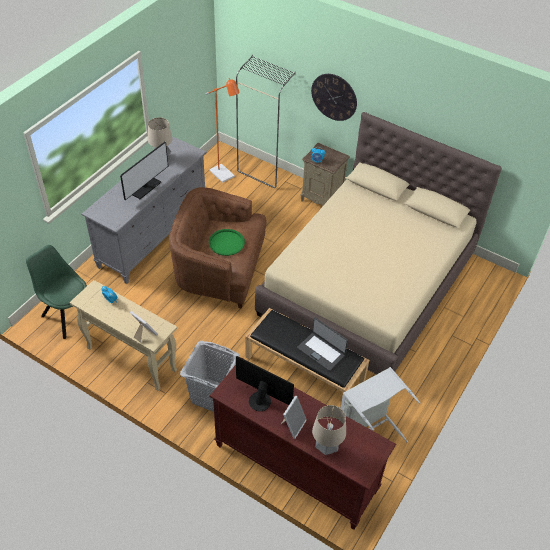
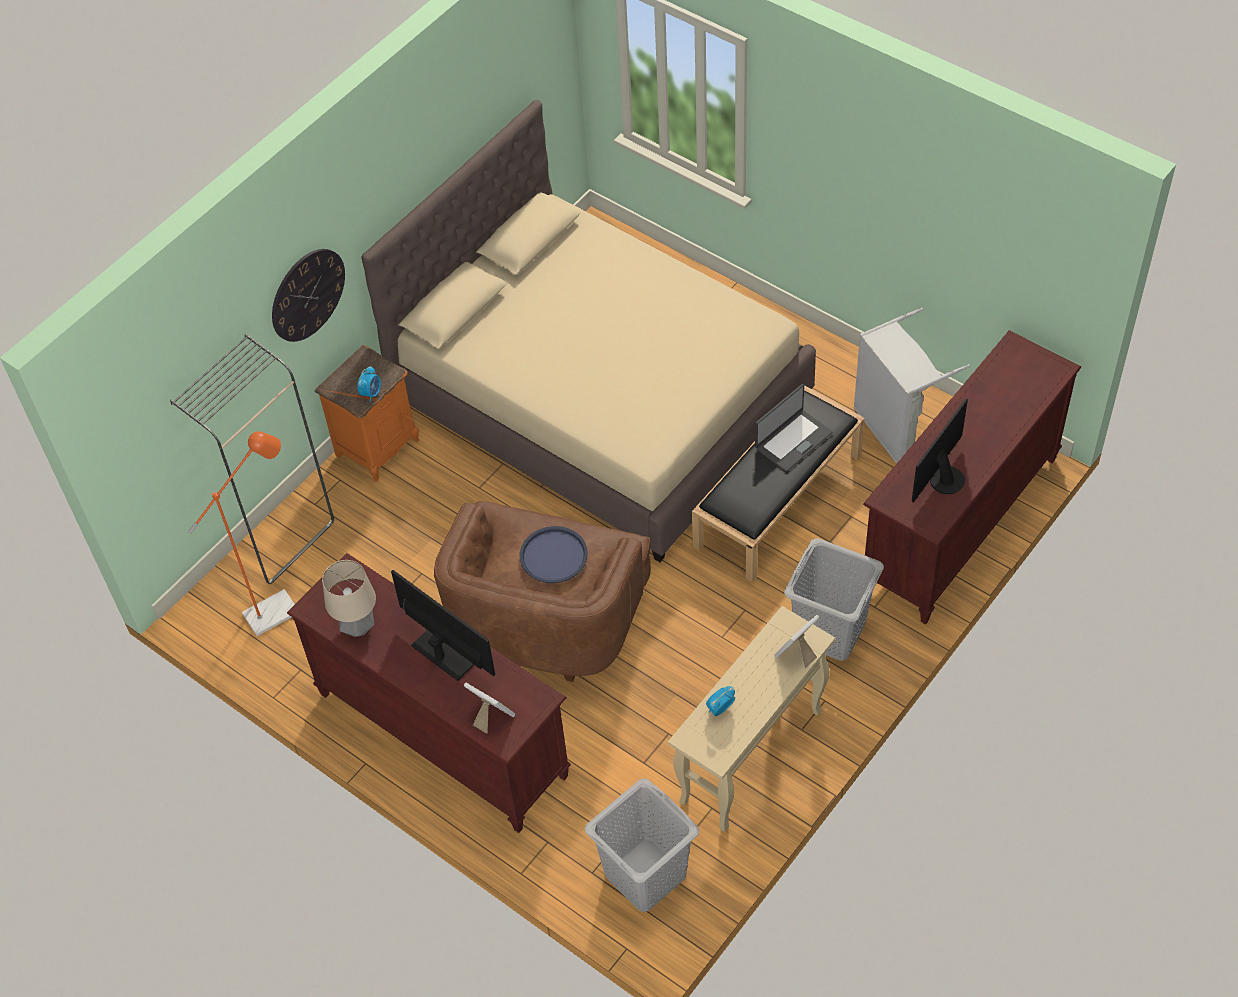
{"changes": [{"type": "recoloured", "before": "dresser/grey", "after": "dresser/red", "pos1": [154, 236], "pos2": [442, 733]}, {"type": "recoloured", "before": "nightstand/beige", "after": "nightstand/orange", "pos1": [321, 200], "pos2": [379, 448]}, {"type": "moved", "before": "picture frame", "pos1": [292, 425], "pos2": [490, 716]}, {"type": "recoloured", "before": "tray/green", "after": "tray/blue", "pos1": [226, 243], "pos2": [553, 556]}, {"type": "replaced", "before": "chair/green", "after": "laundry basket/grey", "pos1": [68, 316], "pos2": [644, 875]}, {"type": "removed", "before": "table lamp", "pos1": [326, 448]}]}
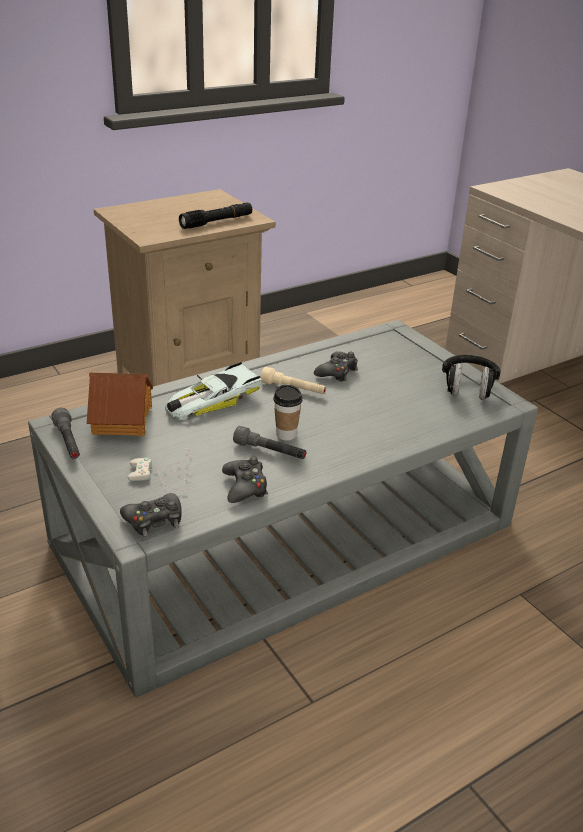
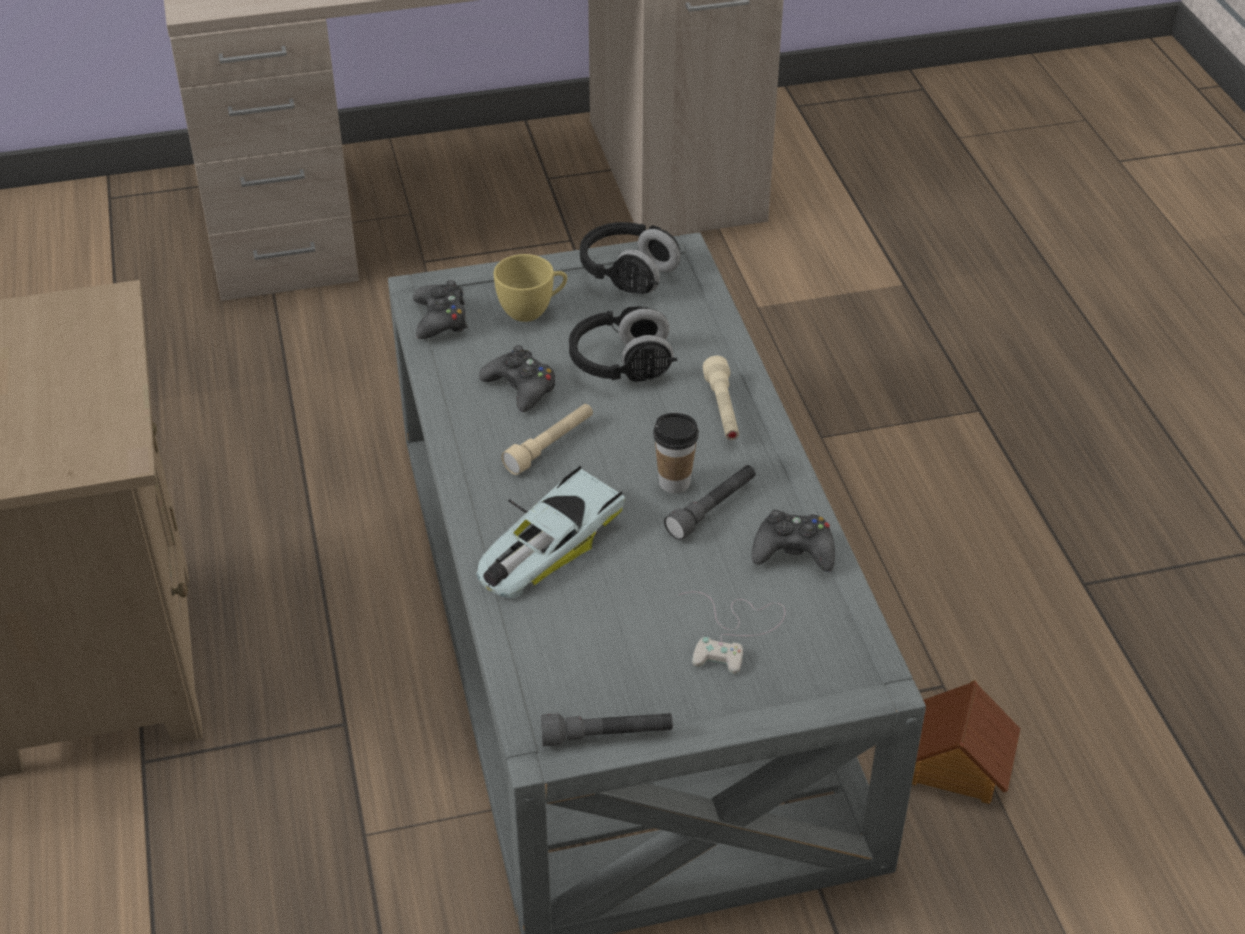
{"changes": [{"type": "moved", "before": "game controller/black", "pos1": [154, 520], "pos2": [441, 319]}, {"type": "turned", "before": "toy car", "pos1": [210, 399], "pos2": [545, 543], "turn": 60}, {"type": "added", "after": "cup/yellow", "pos2": [532, 310]}, {"type": "added", "after": "headphones/black", "pos2": [621, 365]}, {"type": "added", "after": "flashlight/beige", "pos2": [723, 409]}, {"type": "moved", "before": "toy house", "pos1": [121, 419], "pos2": [955, 764]}, {"type": "removed", "before": "flashlight/black", "pos1": [217, 222]}]}
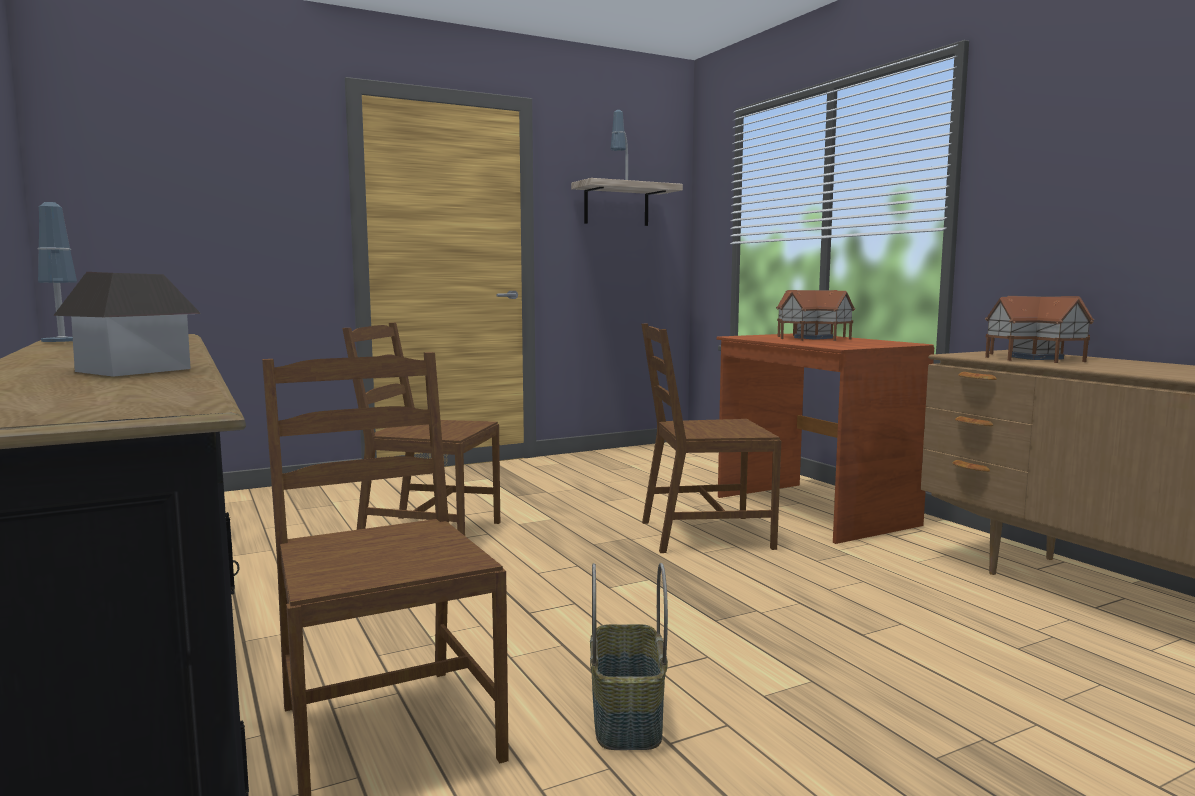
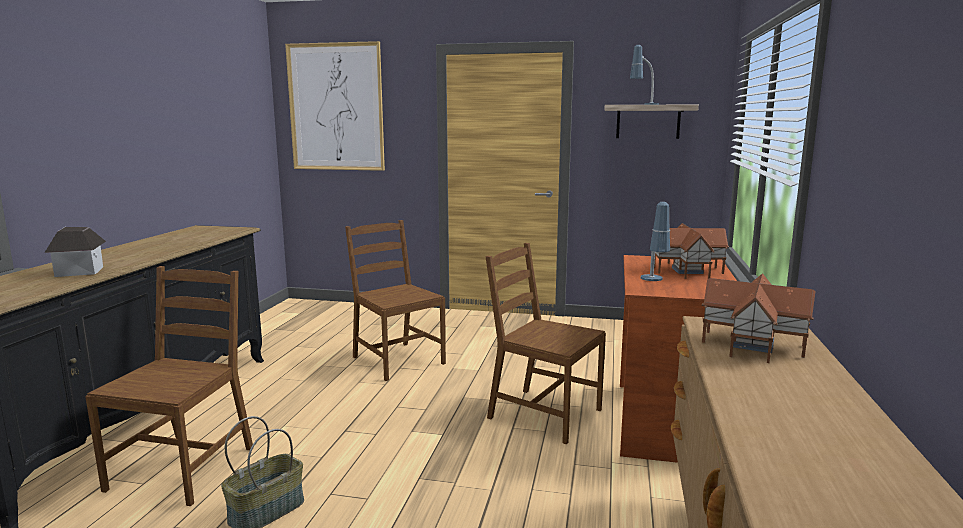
{"changes": [{"type": "added", "after": "picture", "pos2": [336, 107]}, {"type": "moved", "before": "table lamp", "pos1": [63, 342], "pos2": [654, 282]}]}
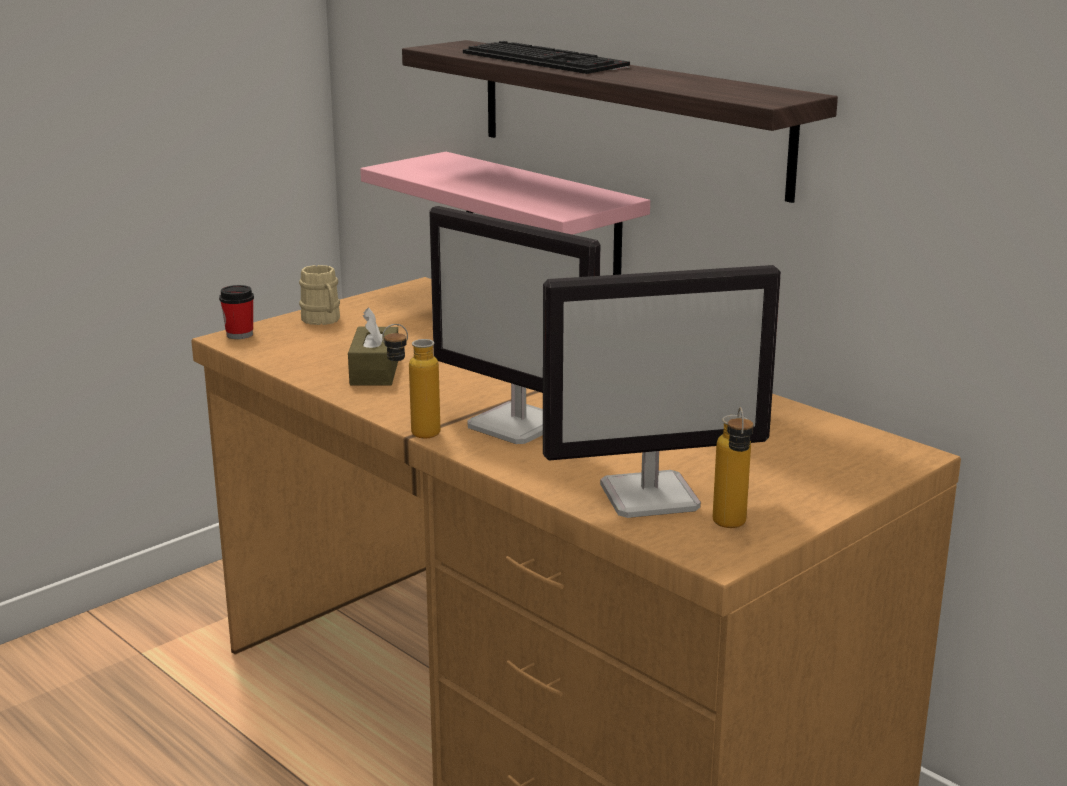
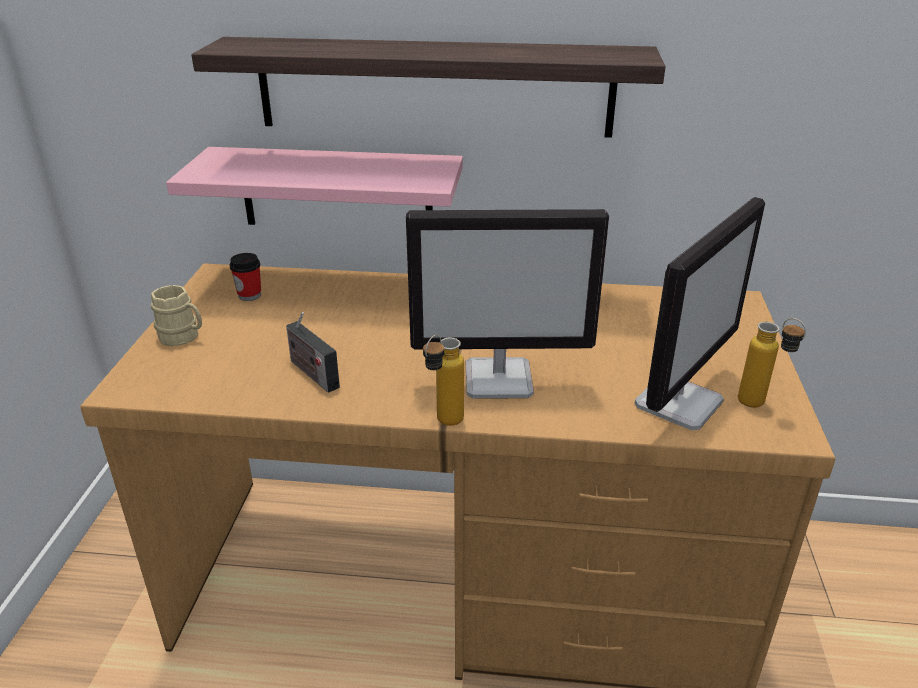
{"changes": [{"type": "moved", "before": "cup", "pos1": [239, 334], "pos2": [249, 295]}, {"type": "replaced", "before": "tissue box/brown", "after": "radio", "pos1": [375, 371], "pos2": [311, 373]}, {"type": "removed", "before": "keyboard", "pos1": [547, 60]}]}
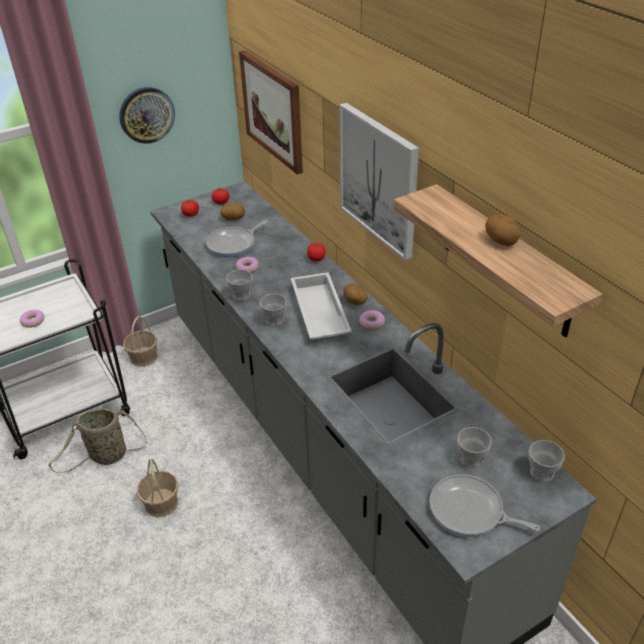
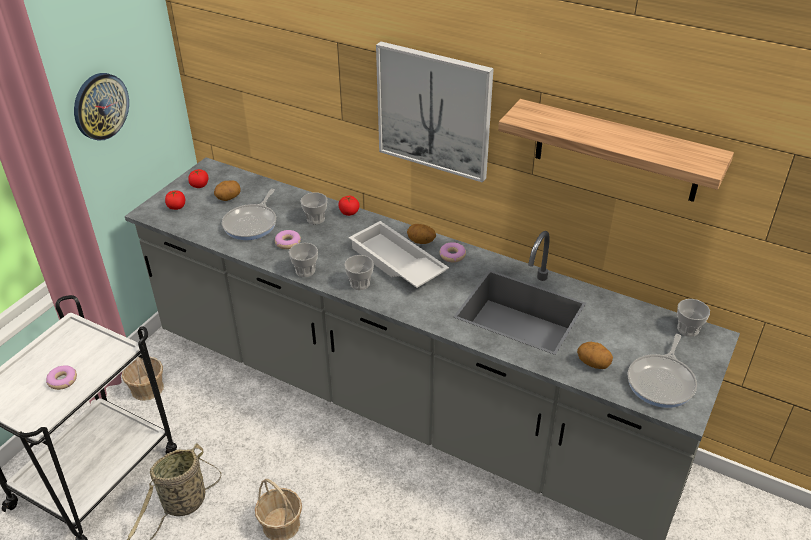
{"changes": [{"type": "moved", "before": "cup", "pos1": [471, 459], "pos2": [315, 219]}, {"type": "moved", "before": "potato", "pos1": [501, 241], "pos2": [593, 363]}, {"type": "turned", "before": "frying pan", "pos1": [469, 511], "pos2": [662, 382], "turn": -60}, {"type": "removed", "before": "picture", "pos1": [273, 110]}]}
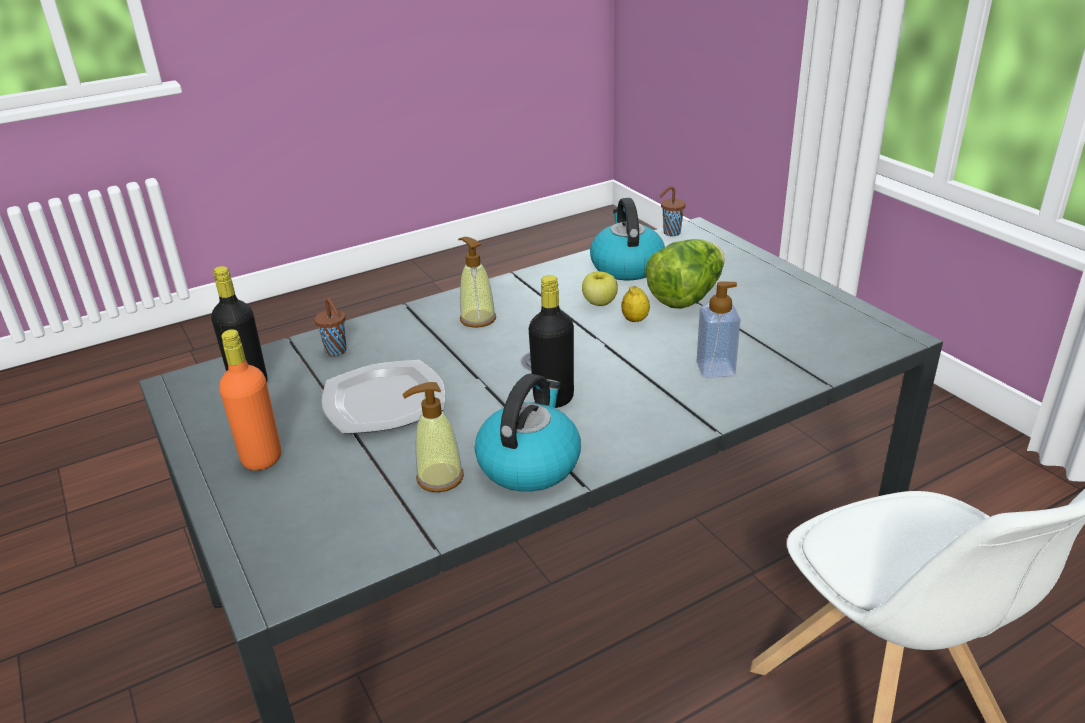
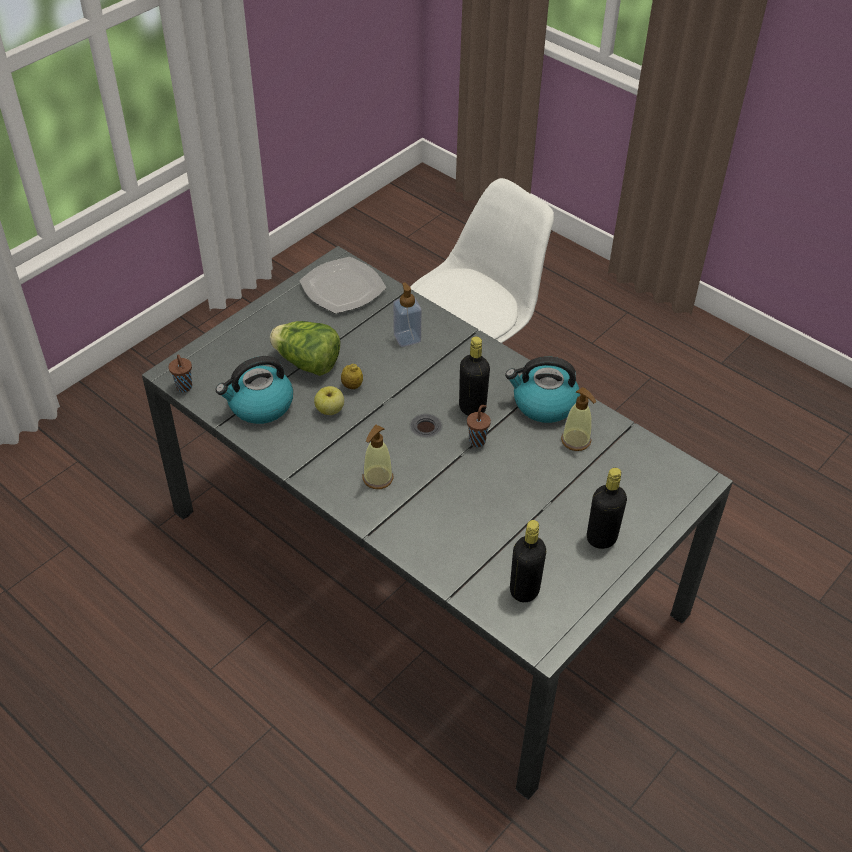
{"changes": [{"type": "moved", "before": "plate", "pos1": [386, 401], "pos2": [343, 287]}, {"type": "moved", "before": "cup/brown", "pos1": [337, 351], "pos2": [477, 440]}, {"type": "recoloured", "before": "bottle/orange", "after": "bottle/black", "pos1": [262, 458], "pos2": [601, 538]}]}
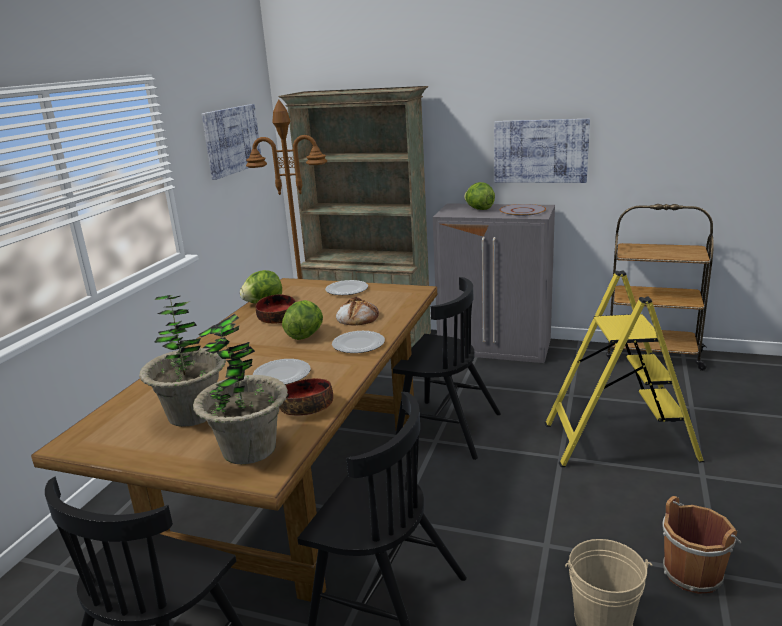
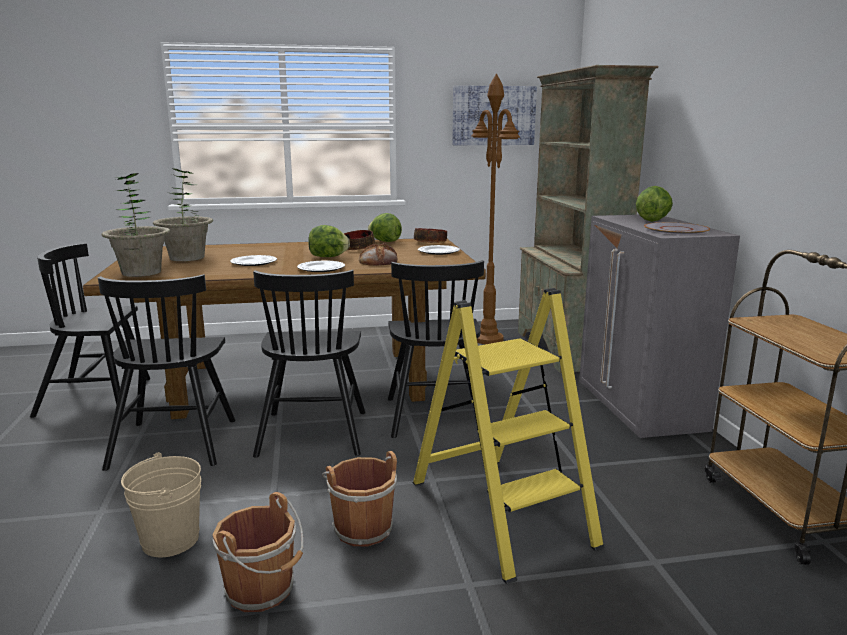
{"changes": [{"type": "added", "after": "chair/black", "pos2": [313, 429]}, {"type": "added", "after": "bucket/brown", "pos2": [361, 528]}, {"type": "moved", "before": "bowl", "pos1": [307, 407], "pos2": [430, 242]}, {"type": "removed", "before": "picture", "pos1": [540, 151]}]}
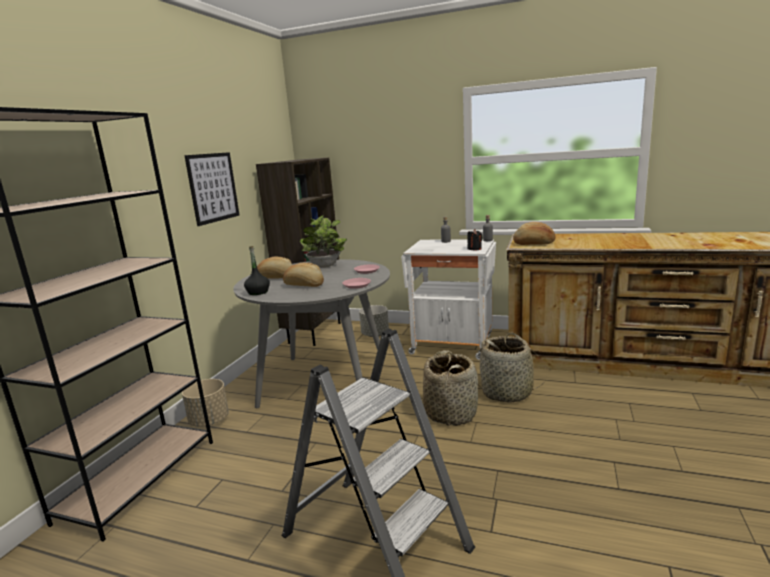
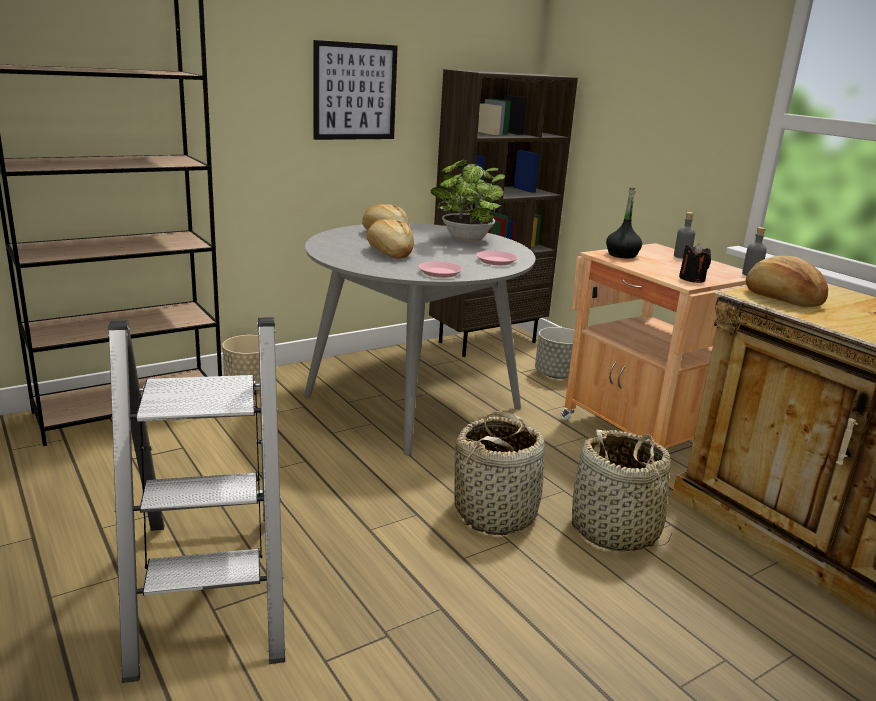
{"changes": [{"type": "recoloured", "before": "cart/white", "after": "cart/brown", "pos1": [453, 345], "pos2": [641, 435]}, {"type": "moved", "before": "bottle/black", "pos1": [258, 292], "pos2": [622, 255]}]}
